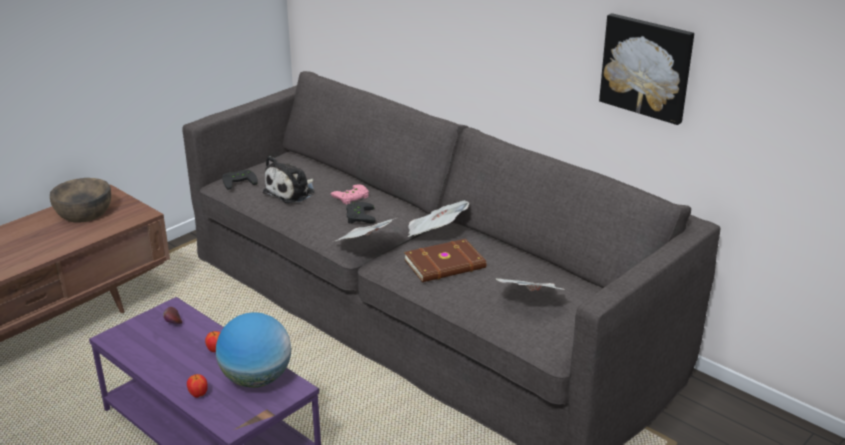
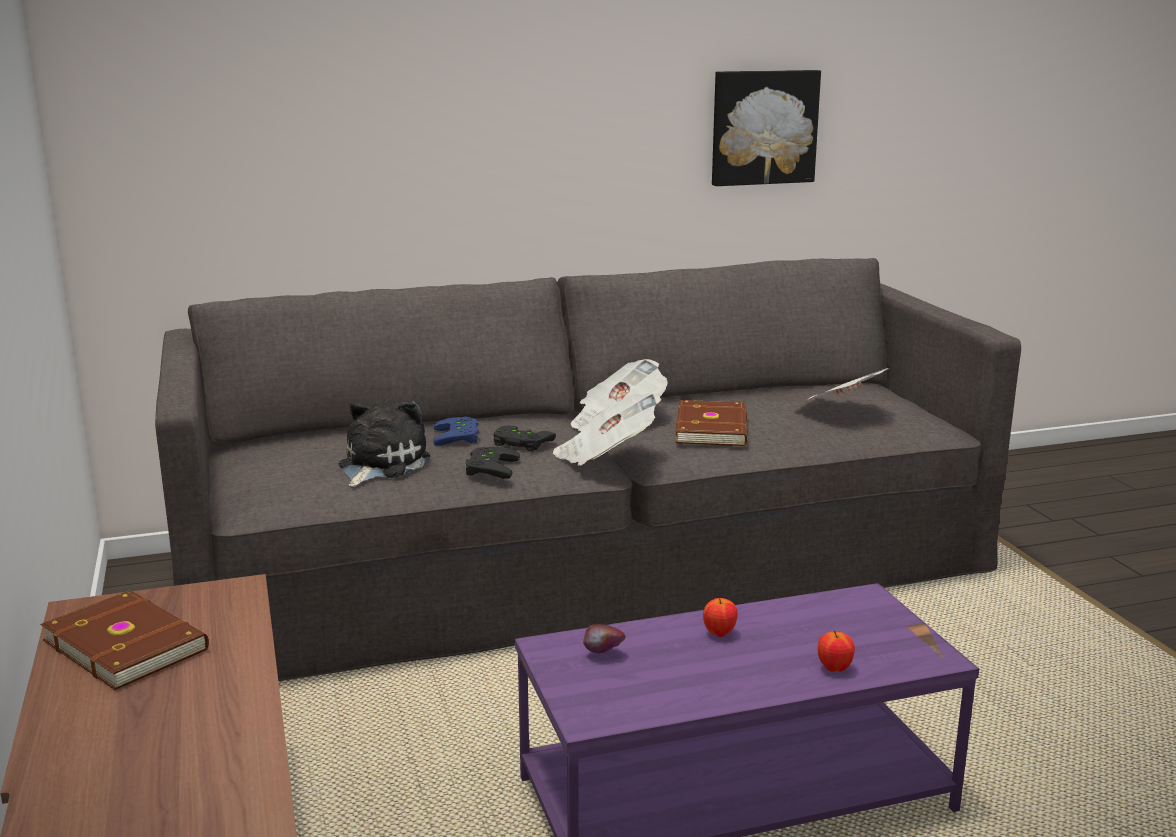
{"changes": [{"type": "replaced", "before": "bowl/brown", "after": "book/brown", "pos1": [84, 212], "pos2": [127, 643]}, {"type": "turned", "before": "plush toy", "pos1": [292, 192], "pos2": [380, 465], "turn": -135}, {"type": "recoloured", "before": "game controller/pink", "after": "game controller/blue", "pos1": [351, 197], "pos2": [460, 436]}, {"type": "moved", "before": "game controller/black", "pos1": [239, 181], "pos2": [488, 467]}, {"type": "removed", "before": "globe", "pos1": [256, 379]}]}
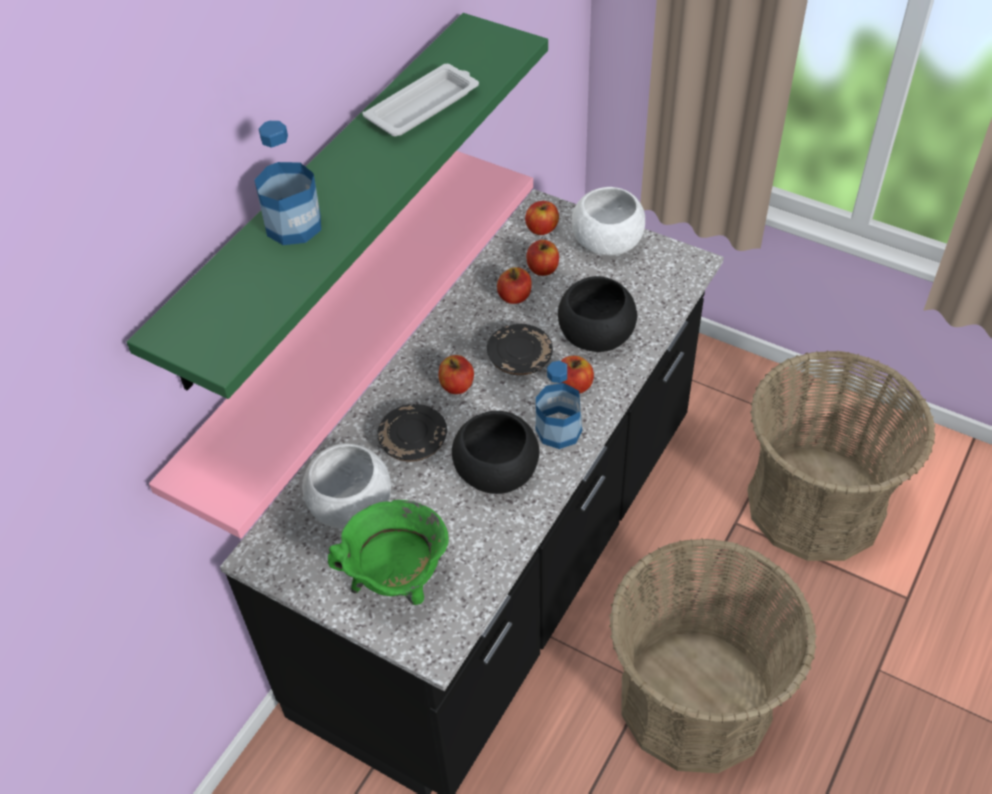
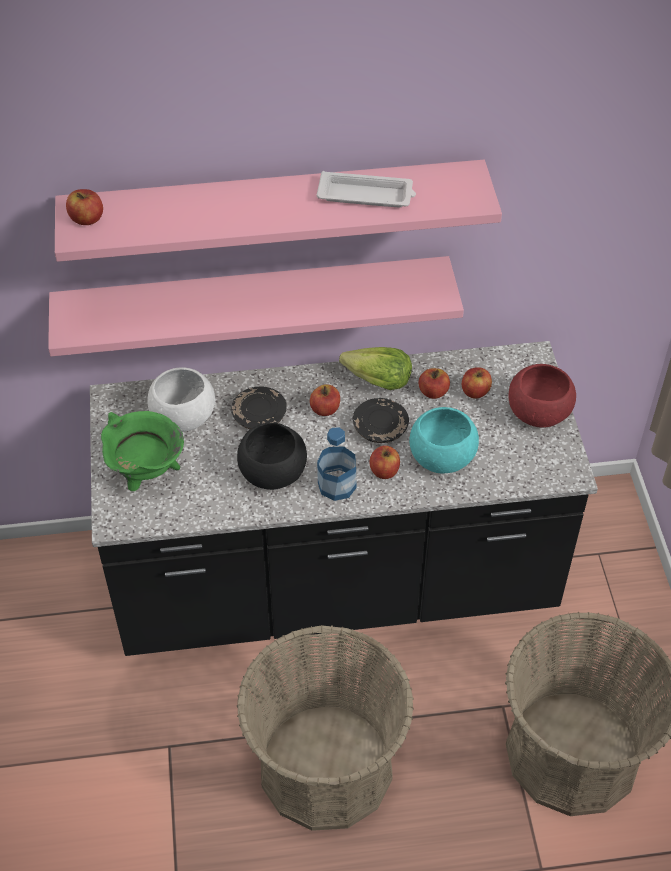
{"changes": [{"type": "recoloured", "before": "shelf/green", "after": "shelf/pink", "pos1": [323, 197], "pos2": [274, 208]}, {"type": "moved", "before": "apple", "pos1": [541, 228], "pos2": [87, 219]}, {"type": "added", "after": "lettuce", "pos2": [377, 381]}, {"type": "recoloured", "before": "bowl/black", "after": "bowl/turquoise", "pos1": [595, 335], "pos2": [442, 456]}, {"type": "recoloured", "before": "bowl/white", "after": "bowl/red", "pos1": [607, 242], "pos2": [539, 412]}, {"type": "removed", "before": "bottle", "pos1": [294, 225]}]}
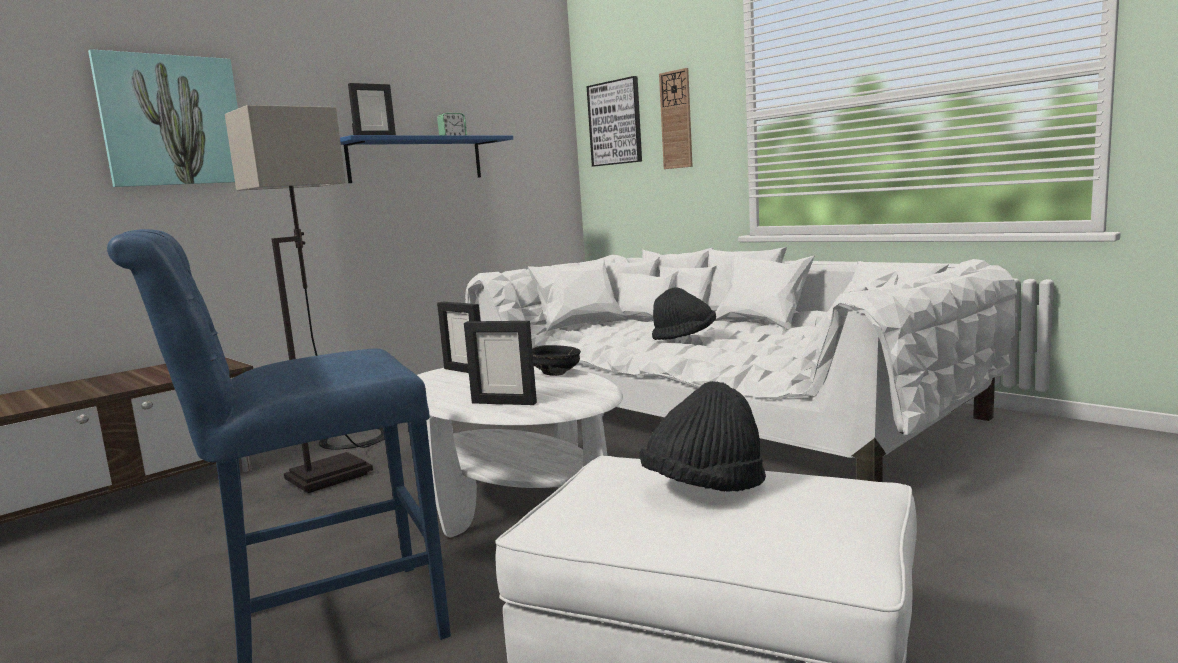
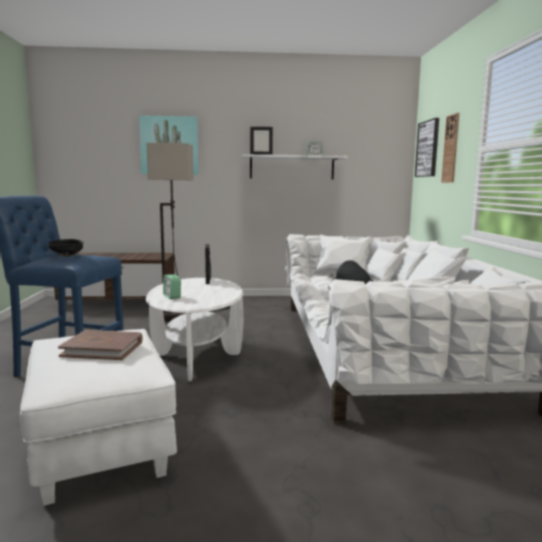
{"changes": [{"type": "moved", "before": "bowl/black", "pos1": [556, 373], "pos2": [67, 256]}, {"type": "replaced", "before": "hat/black", "after": "book/brown", "pos1": [704, 488], "pos2": [103, 348]}, {"type": "replaced", "before": "picture frame", "after": "alarm clock", "pos1": [504, 402], "pos2": [172, 297]}, {"type": "recoloured", "before": "shelf/blue", "after": "shelf/white", "pos1": [416, 160], "pos2": [292, 167]}]}
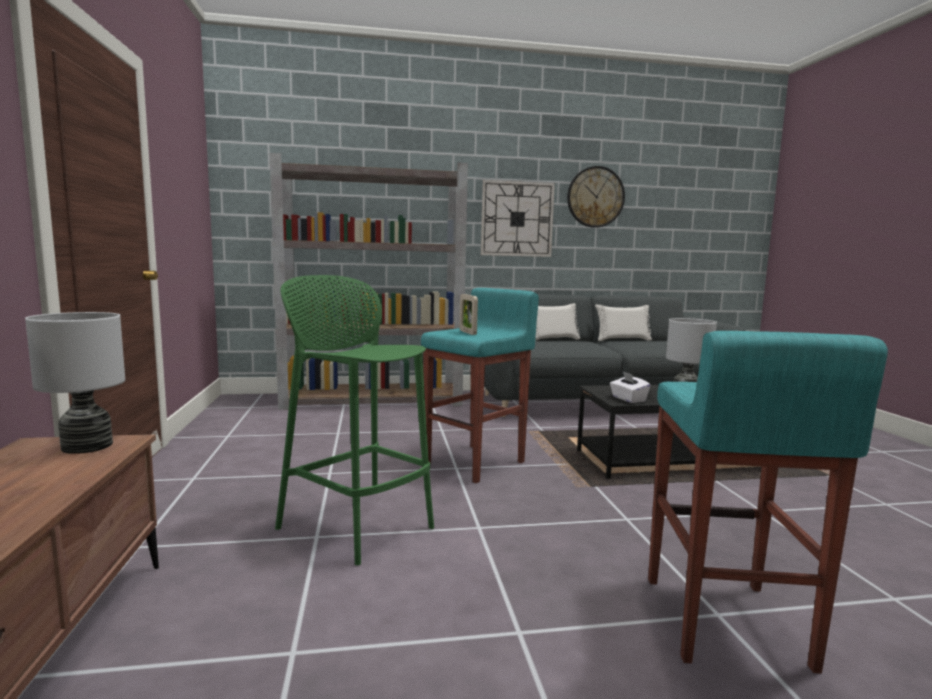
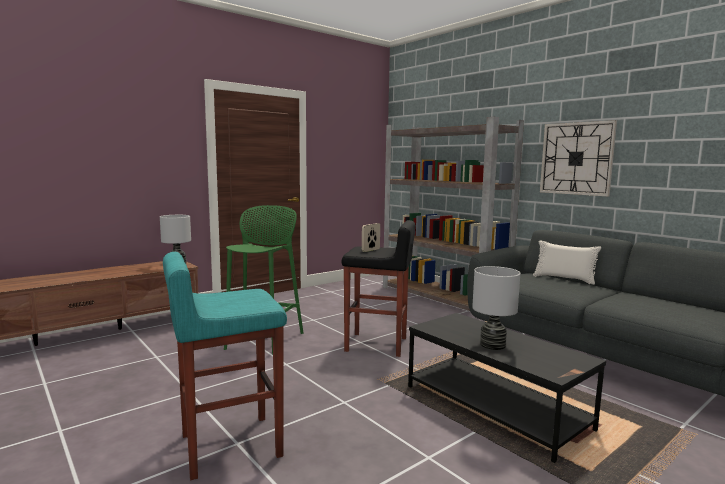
{"changes": [{"type": "recoloured", "before": "stool/turquoise", "after": "stool/black", "pos1": [476, 462], "pos2": [377, 345]}, {"type": "removed", "before": "wall clock", "pos1": [595, 197]}, {"type": "removed", "before": "pillow/white", "pos1": [622, 340]}, {"type": "removed", "before": "tissue box/white", "pos1": [628, 399]}]}
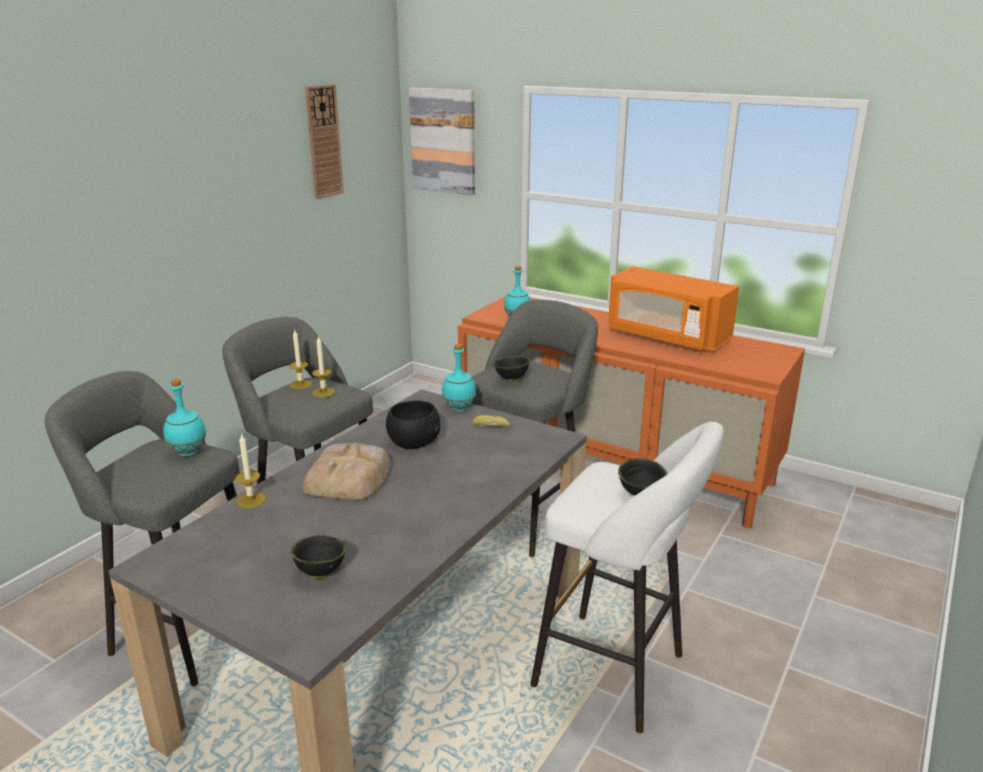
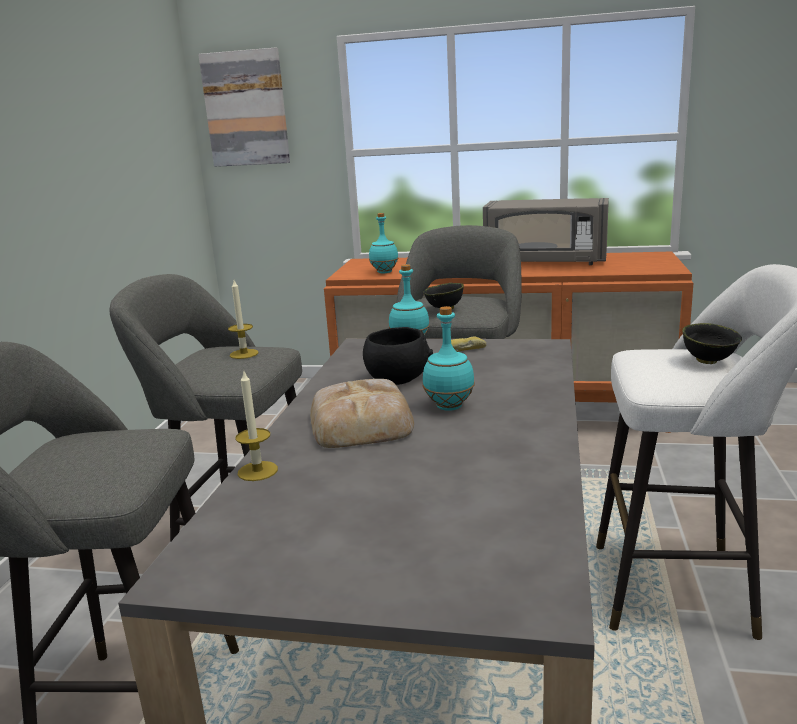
{"changes": [{"type": "moved", "before": "bottle/turquoise", "pos1": [188, 452], "pos2": [449, 407]}, {"type": "recoloured", "before": "microwave/orange", "after": "microwave/grey", "pos1": [666, 337], "pos2": [545, 262]}, {"type": "removed", "before": "candle", "pos1": [300, 384]}, {"type": "removed", "before": "bowl/black", "pos1": [319, 573]}, {"type": "removed", "before": "wall clock", "pos1": [324, 142]}]}
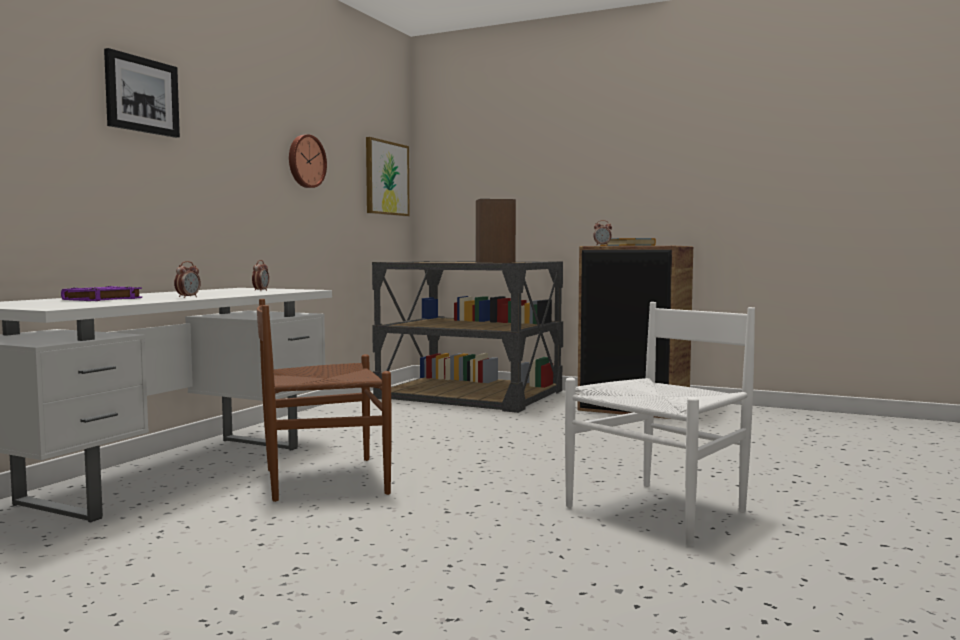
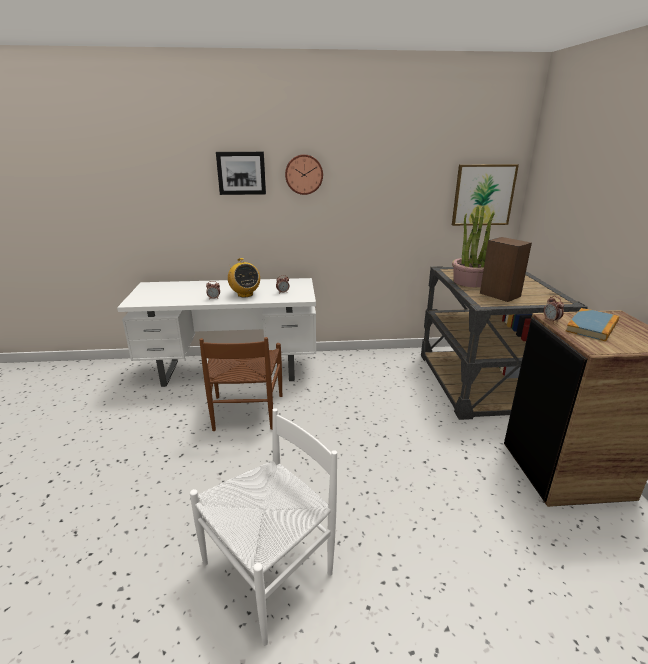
{"changes": [{"type": "turned", "before": "chair/white", "pos1": [661, 511], "pos2": [271, 571], "turn": -60}, {"type": "turned", "before": "chair/brown", "pos1": [324, 481], "pos2": [246, 413], "turn": -135}, {"type": "added", "after": "radio", "pos2": [245, 294]}, {"type": "moved", "before": "wall clock", "pos1": [305, 161], "pos2": [304, 174]}, {"type": "added", "after": "potted plant", "pos2": [470, 282]}, {"type": "removed", "before": "book/purple", "pos1": [102, 299]}]}
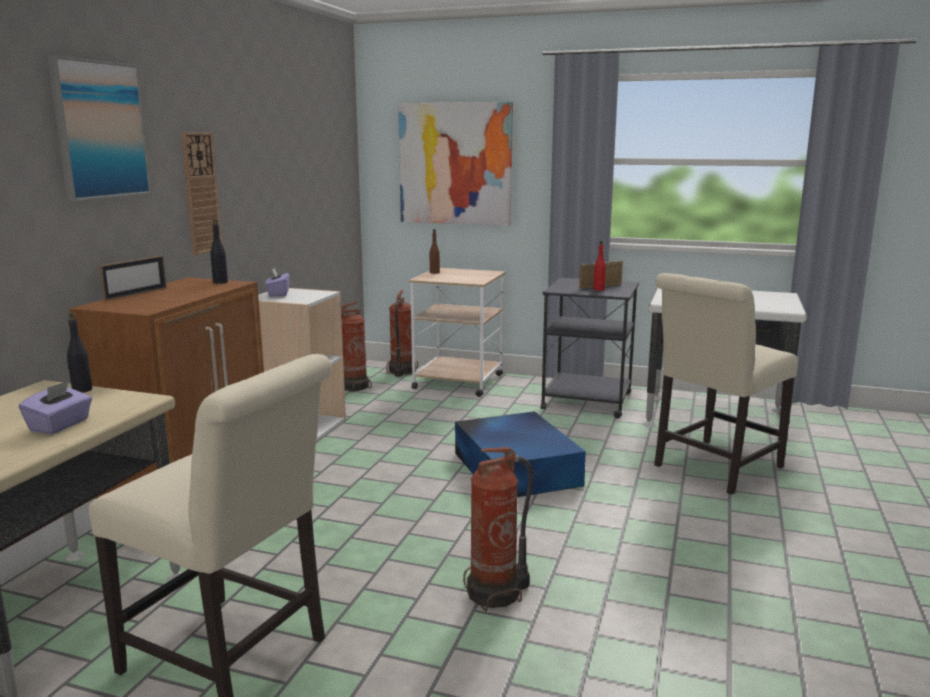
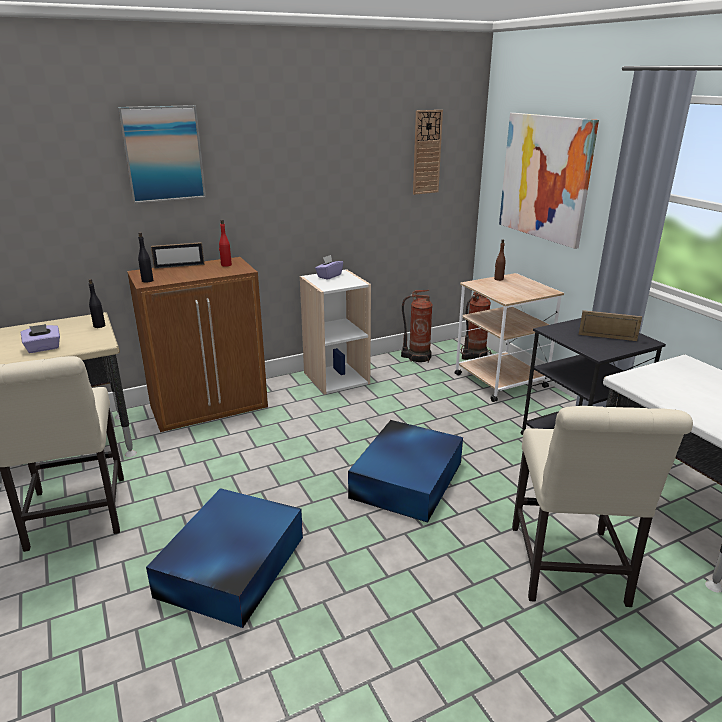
{"changes": [{"type": "moved", "before": "bottle/black", "pos1": [220, 282], "pos2": [147, 280]}, {"type": "replaced", "before": "fire extinguisher", "after": "storage box/blue", "pos1": [496, 593], "pos2": [230, 567]}, {"type": "moved", "before": "bottle/red", "pos1": [598, 289], "pos2": [226, 265]}, {"type": "moved", "before": "wall clock", "pos1": [201, 193], "pos2": [426, 152]}, {"type": "turned", "before": "chair/beige", "pos1": [712, 468], "pos2": [568, 571], "turn": -90}]}
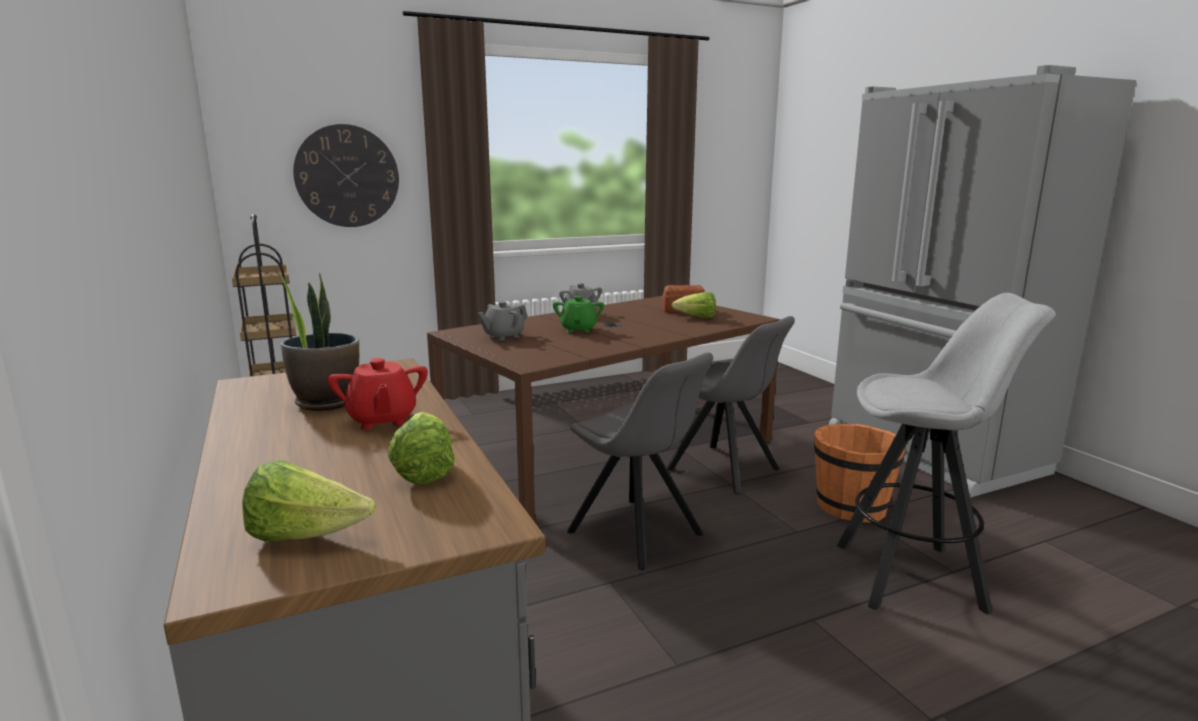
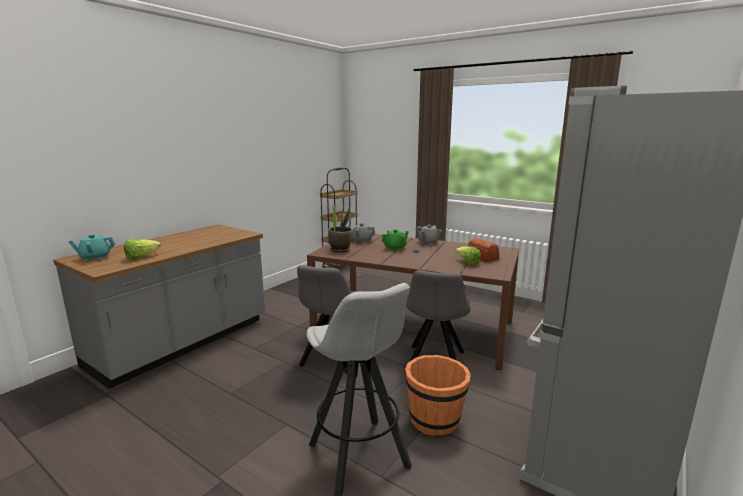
{"changes": [{"type": "replaced", "before": "lettuce", "after": "teapot/turquoise", "pos1": [306, 536], "pos2": [95, 258]}, {"type": "moved", "before": "potted plant", "pos1": [326, 402], "pos2": [340, 250]}, {"type": "removed", "before": "wall clock", "pos1": [347, 176]}, {"type": "removed", "before": "teapot/red", "pos1": [382, 420]}]}
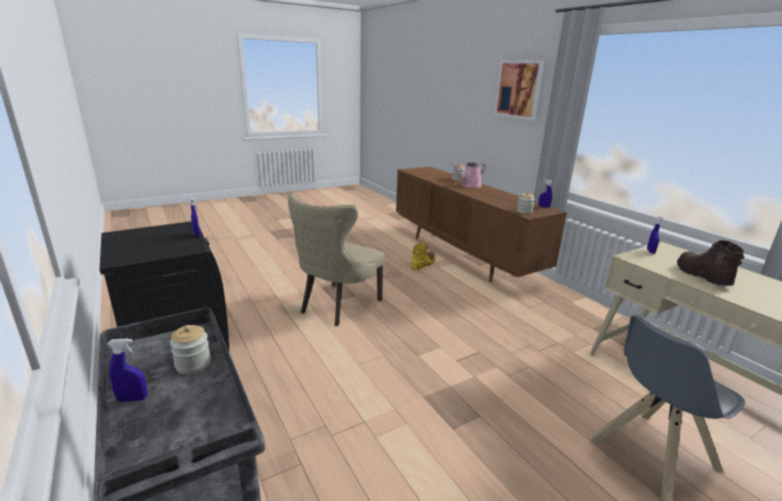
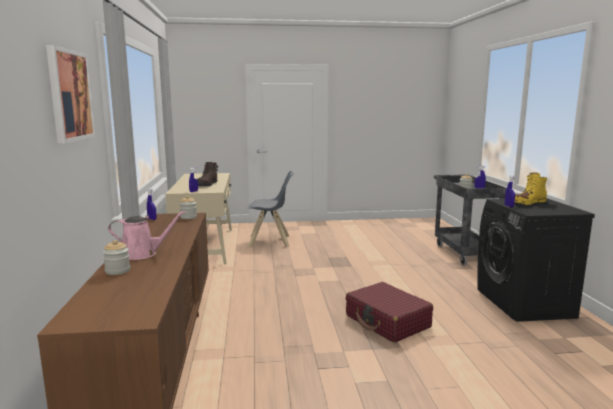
{"changes": [{"type": "replaced", "before": "chair/beige", "after": "suitcase/red", "pos1": [337, 306], "pos2": [387, 322]}, {"type": "moved", "before": "boot/yellow", "pos1": [423, 264], "pos2": [528, 203]}]}
